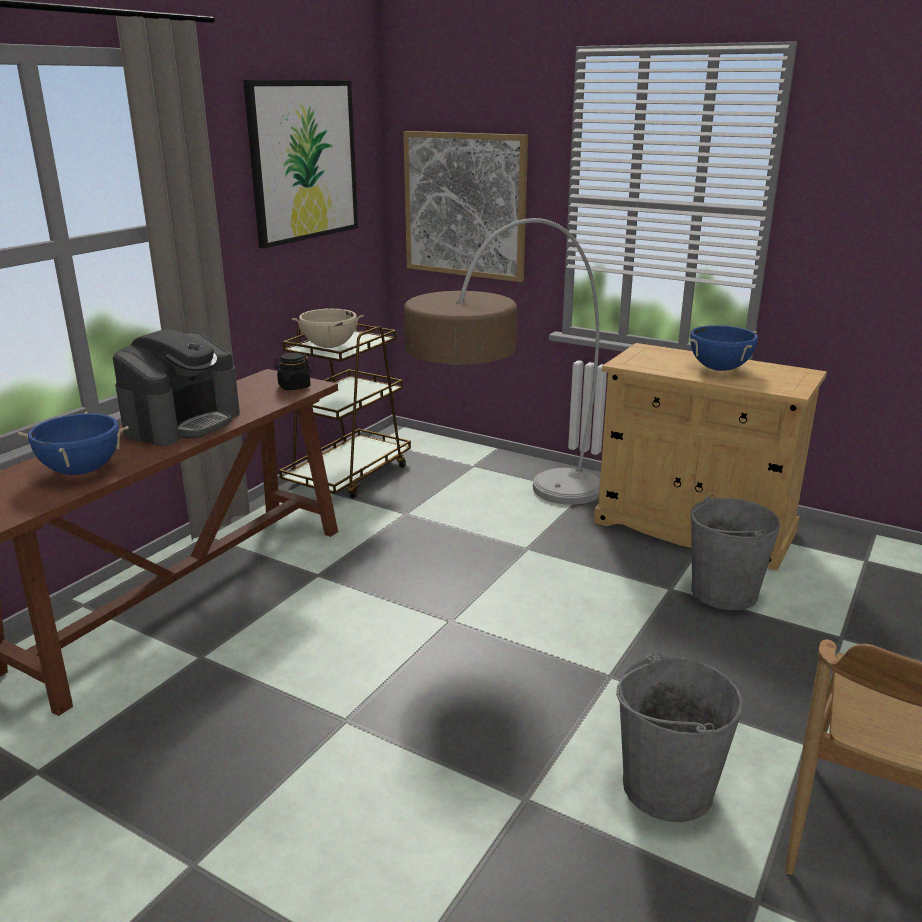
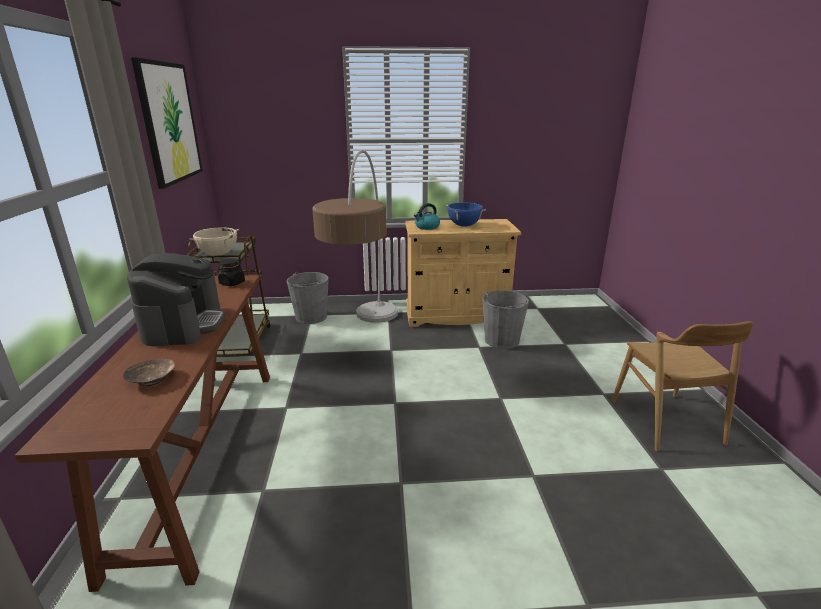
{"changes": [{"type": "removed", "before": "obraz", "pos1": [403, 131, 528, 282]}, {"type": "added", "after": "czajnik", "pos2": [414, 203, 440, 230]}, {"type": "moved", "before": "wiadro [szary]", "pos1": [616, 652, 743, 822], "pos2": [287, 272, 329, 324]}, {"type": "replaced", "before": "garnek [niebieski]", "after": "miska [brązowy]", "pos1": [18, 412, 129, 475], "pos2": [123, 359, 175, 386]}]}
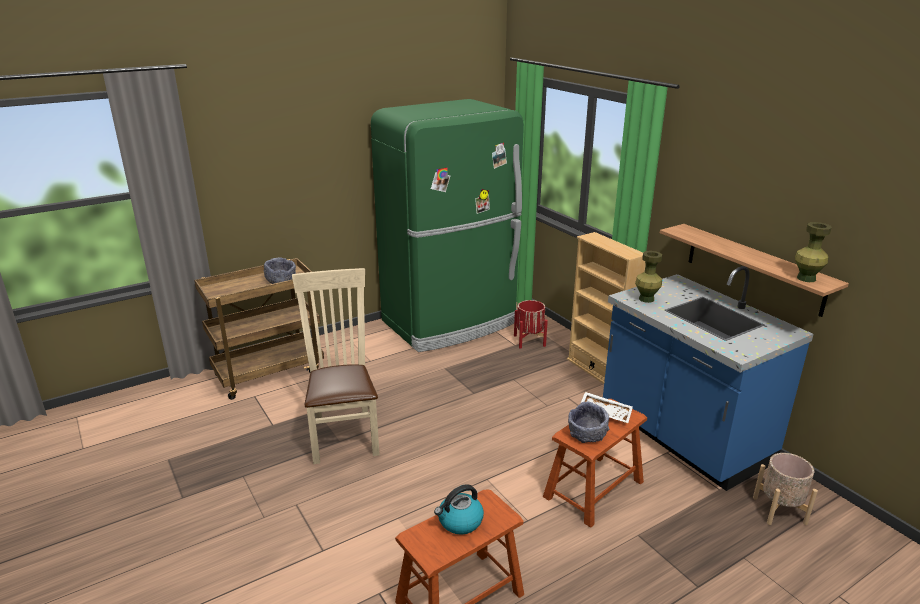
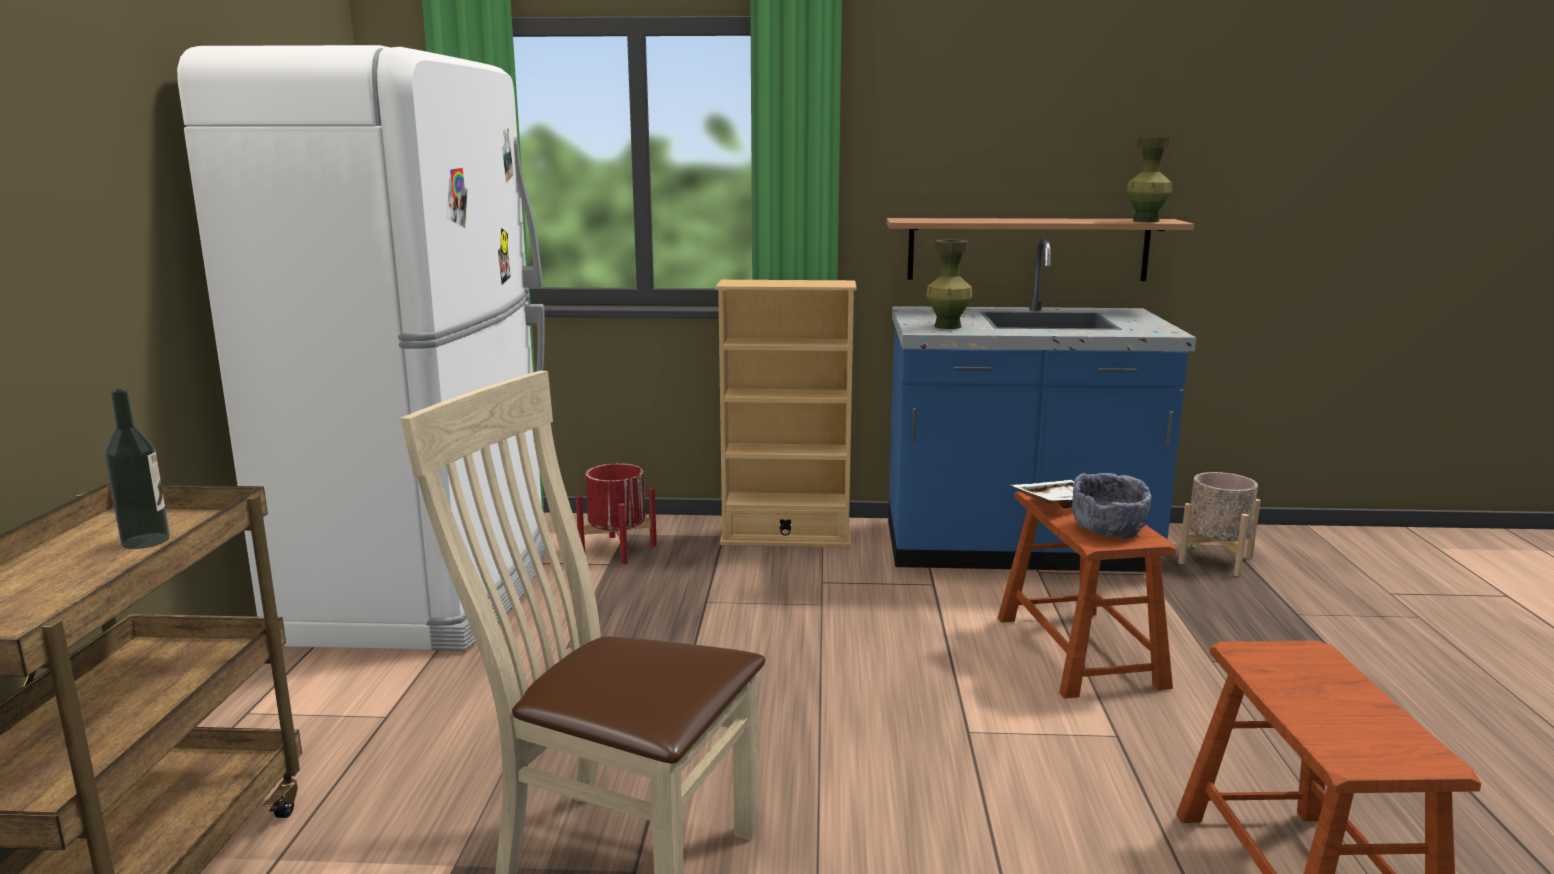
{"changes": [{"type": "removed", "before": "czajnik", "pos1": [434, 484, 484, 535]}, {"type": "replaced", "before": "miska [szary]", "after": "butelka", "pos1": [264, 257, 296, 284], "pos2": [105, 389, 170, 549]}, {"type": "recoloured", "before": "lodówka [zielony]", "after": "lodówka [biały]", "pos1": [371, 99, 524, 352], "pos2": [177, 45, 546, 651]}]}
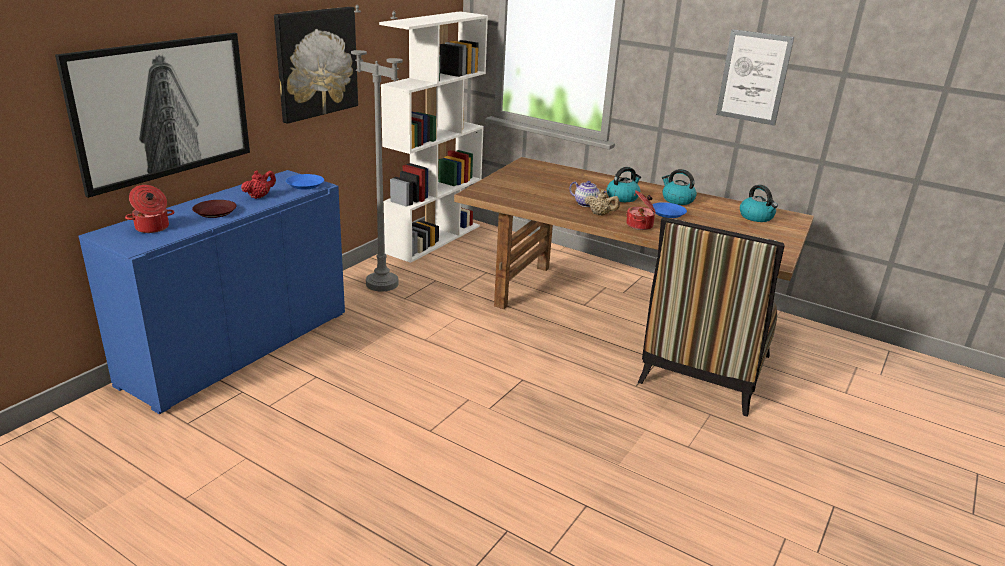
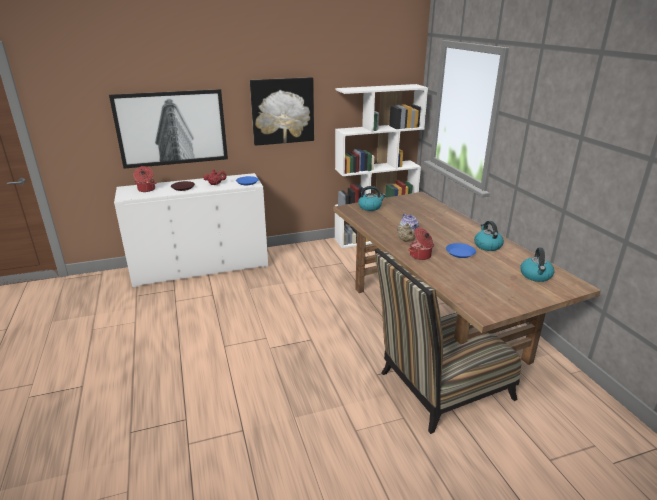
{"changes": [{"type": "removed", "before": "lampa stojąca [szary]", "pos1": [351, 4, 403, 291]}, {"type": "removed", "before": "obraz", "pos1": [716, 29, 794, 126]}, {"type": "moved", "before": "czajnik", "pos1": [607, 167, 641, 202], "pos2": [358, 186, 386, 211]}, {"type": "recoloured", "before": "szafka [niebieski]", "after": "szafka [biały]", "pos1": [78, 170, 345, 414], "pos2": [114, 173, 268, 287]}]}
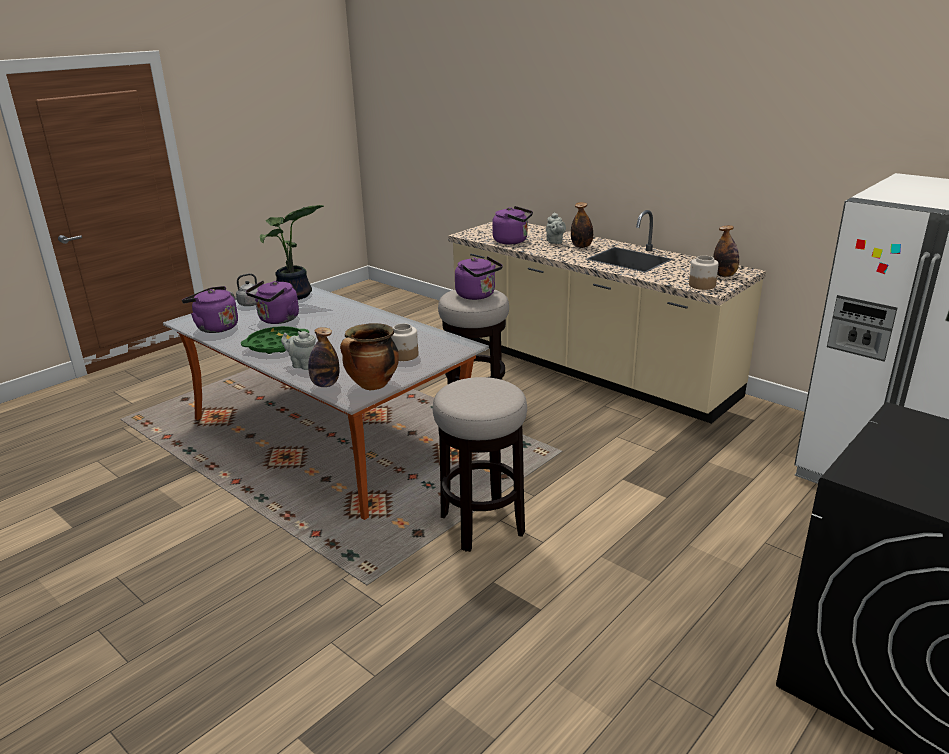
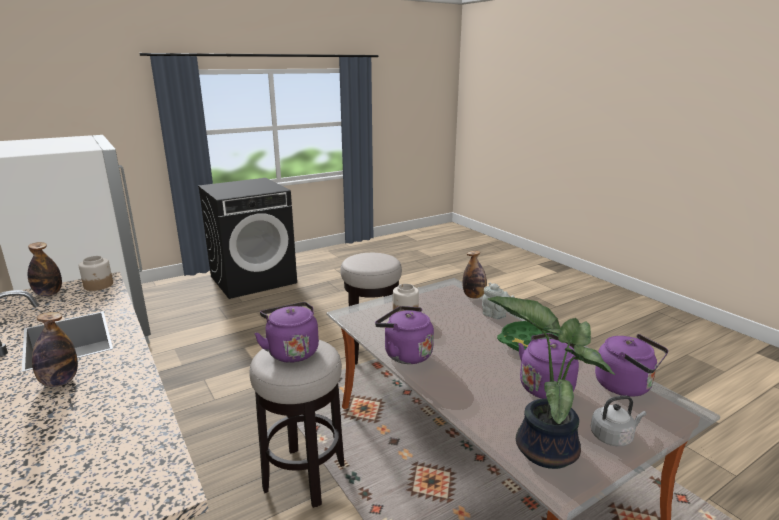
{"changes": [{"type": "removed", "before": "garnek", "pos1": [340, 323, 399, 390]}, {"type": "removed", "before": "imbryk [szary]", "pos1": [546, 212, 566, 244]}, {"type": "moved", "before": "czajnik [fioletowy]", "pos1": [492, 206, 533, 244], "pos2": [375, 306, 434, 364]}]}
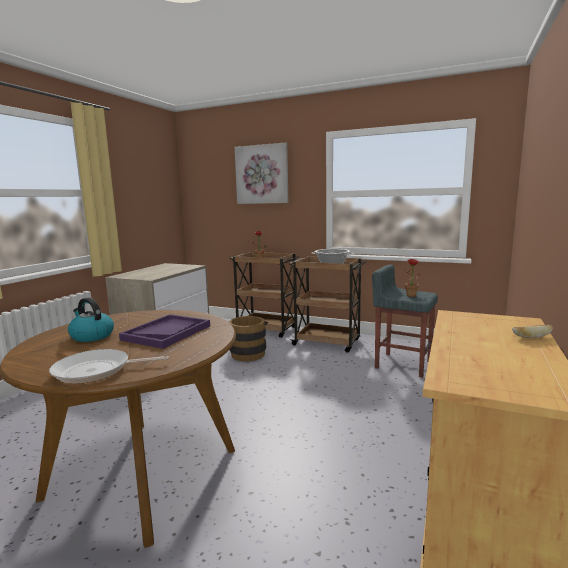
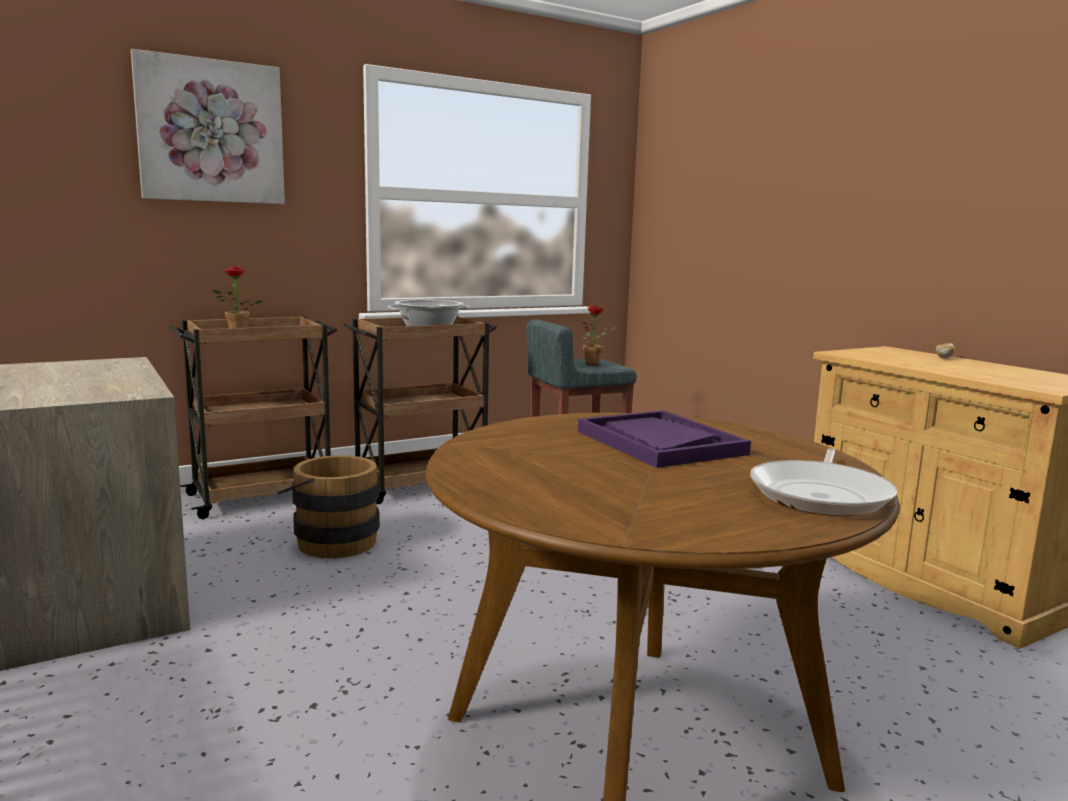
{"changes": [{"type": "removed", "before": "czajnik", "pos1": [68, 298, 114, 342]}]}
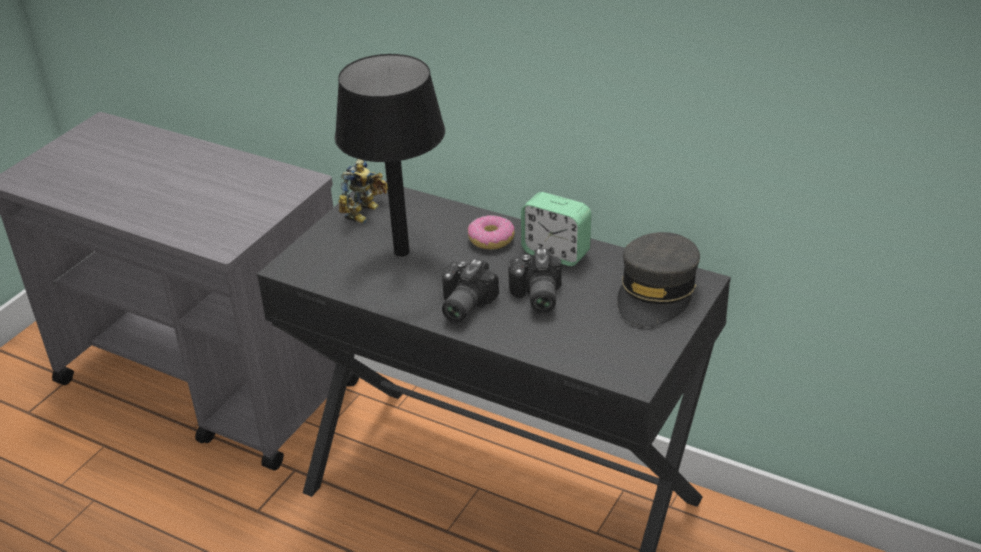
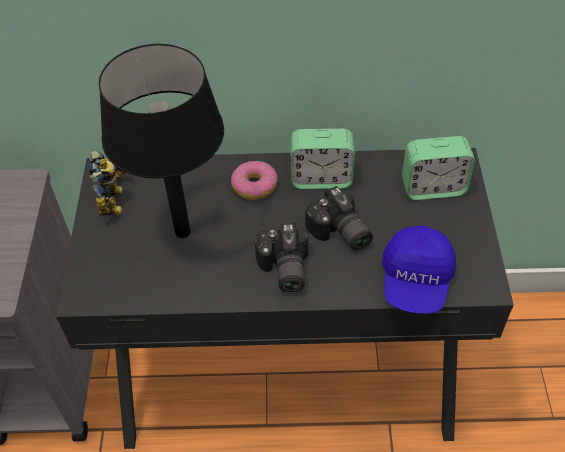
{"changes": [{"type": "added", "after": "czapka z daszkiem [niebieski]", "pos2": [382, 226, 456, 314]}, {"type": "replaced", "before": "czapka z daszkiem [szary]", "after": "budzik", "pos1": [617, 232, 700, 327], "pos2": [402, 136, 475, 200]}]}
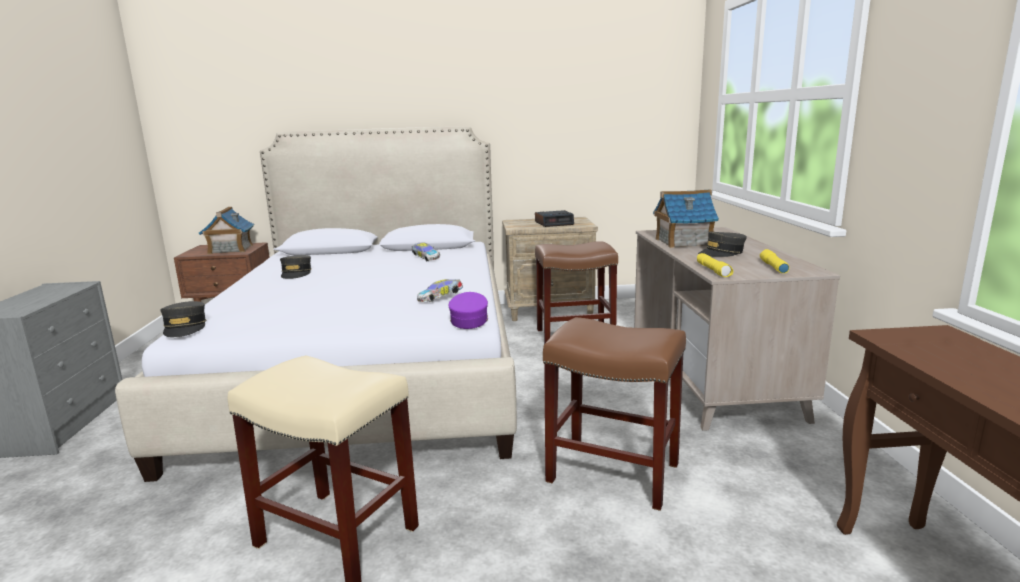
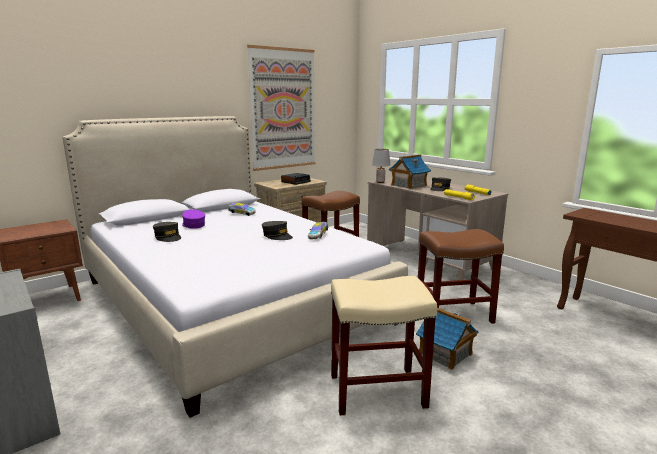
{"changes": [{"type": "added", "after": "obraz", "pos2": [247, 45, 315, 171]}, {"type": "added", "after": "lampa stołowa [szary]", "pos2": [372, 149, 390, 183]}, {"type": "moved", "before": "czapka z daszkiem [szary]", "pos1": [161, 301, 207, 337], "pos2": [262, 221, 293, 240]}, {"type": "moved", "before": "domek", "pos1": [199, 207, 254, 254], "pos2": [416, 308, 479, 370]}, {"type": "moved", "before": "czapka z daszkiem [fioletowy]", "pos1": [449, 292, 488, 329], "pos2": [182, 209, 205, 229]}]}
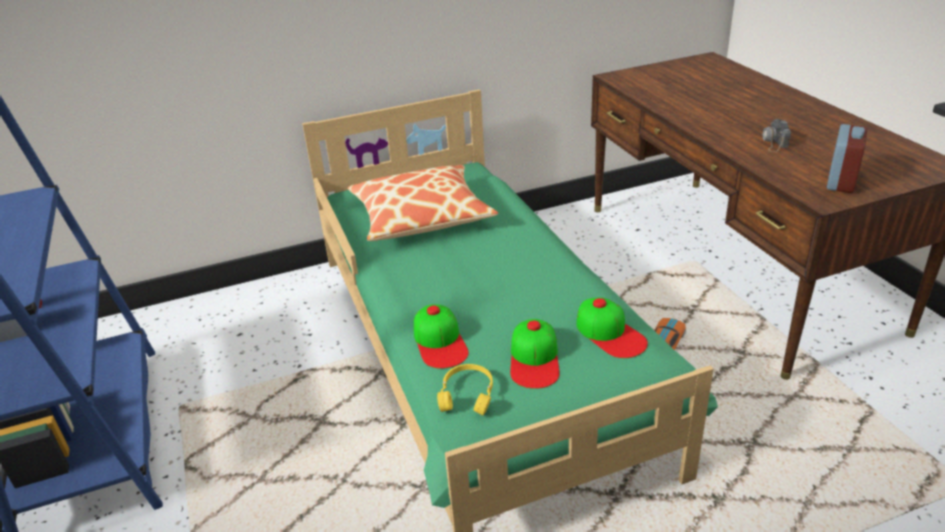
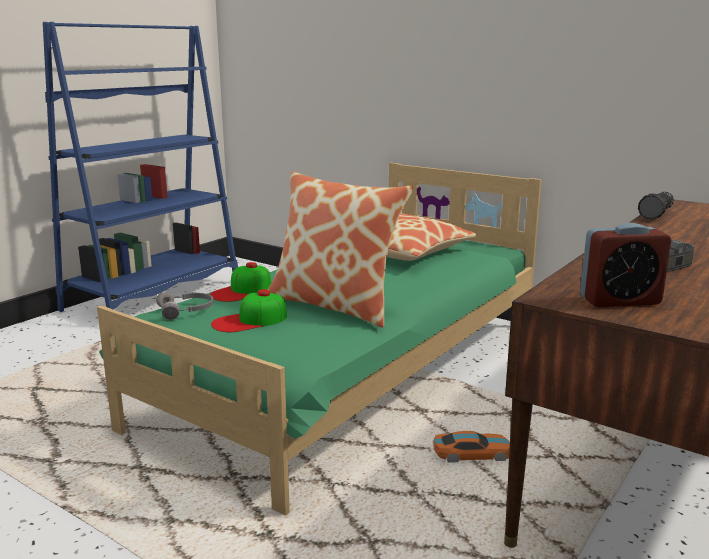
{"changes": [{"type": "removed", "before": "czapka z daszkiem", "pos1": [576, 298, 648, 358]}, {"type": "added", "after": "poduszka", "pos2": [268, 171, 413, 328]}, {"type": "added", "after": "latarka", "pos2": [638, 192, 674, 220]}, {"type": "recoloured", "before": "słuchawki [żółty]", "after": "słuchawki [szary]", "pos1": [437, 364, 493, 415], "pos2": [156, 292, 214, 320]}]}
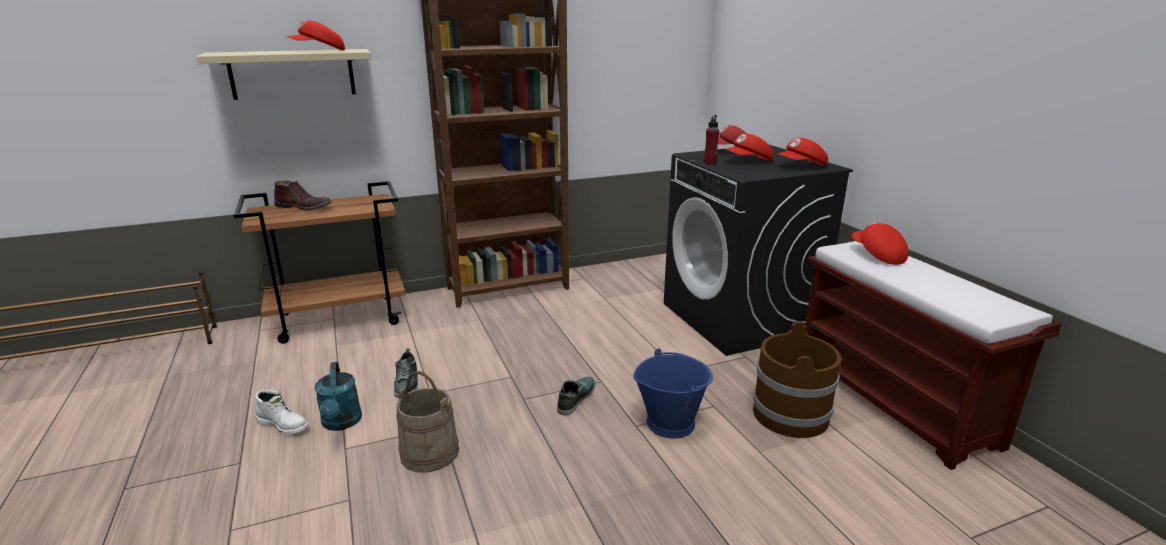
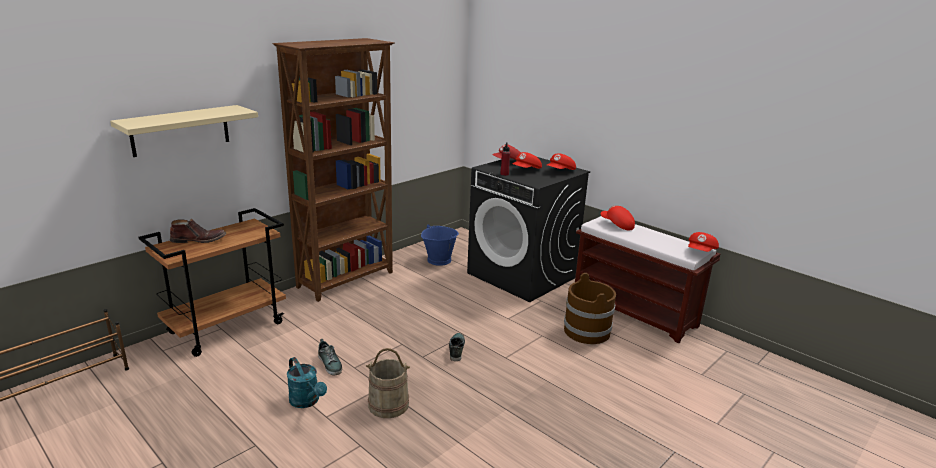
{"changes": [{"type": "removed", "before": "but z cholewką [biały]", "pos1": [255, 390, 308, 434]}, {"type": "moved", "before": "czapka z daszkiem [czerwony]", "pos1": [287, 20, 345, 50], "pos2": [688, 232, 719, 252]}, {"type": "moved", "before": "wiadro [niebieski]", "pos1": [633, 349, 713, 438], "pos2": [421, 224, 459, 266]}]}
